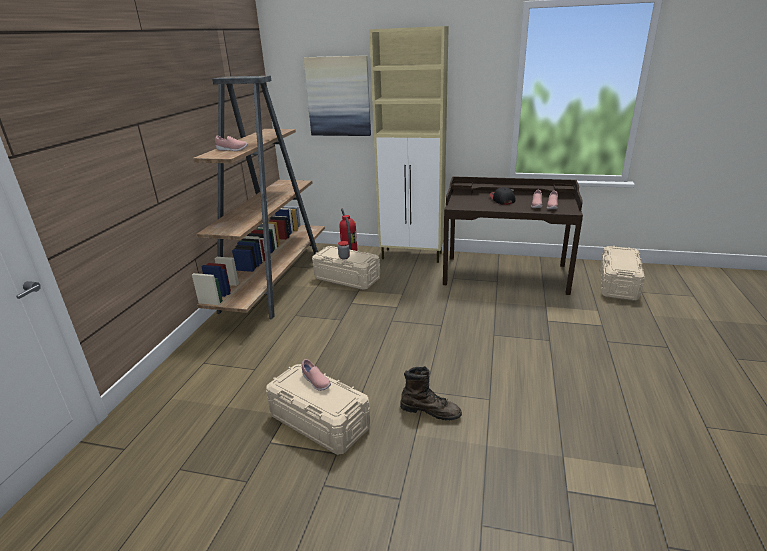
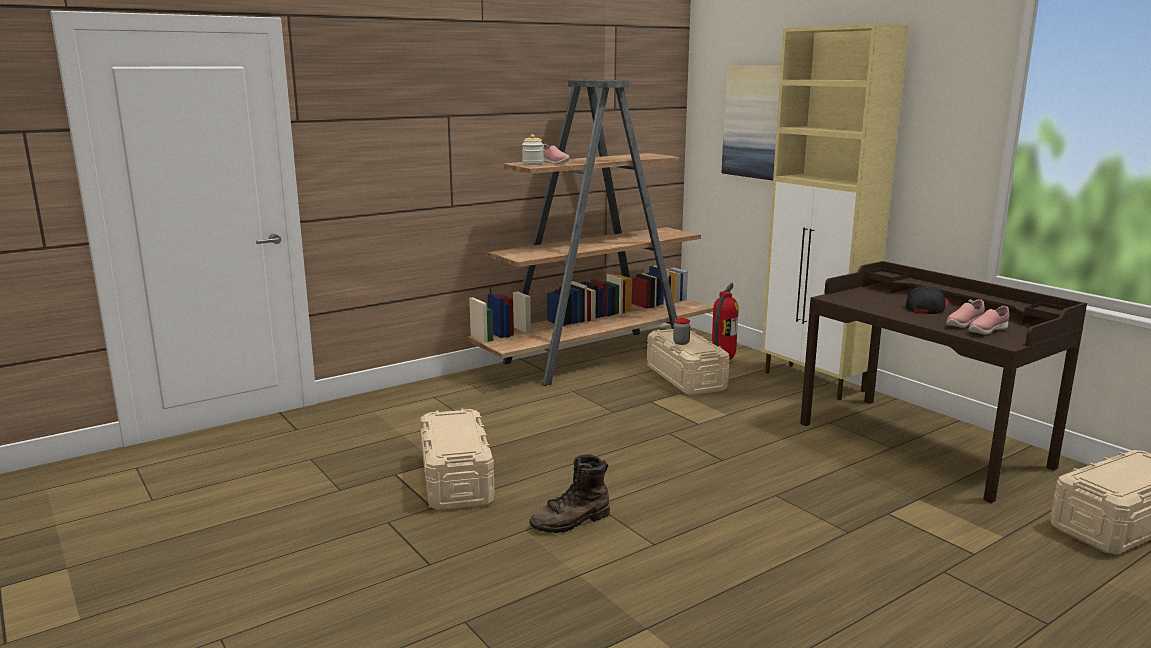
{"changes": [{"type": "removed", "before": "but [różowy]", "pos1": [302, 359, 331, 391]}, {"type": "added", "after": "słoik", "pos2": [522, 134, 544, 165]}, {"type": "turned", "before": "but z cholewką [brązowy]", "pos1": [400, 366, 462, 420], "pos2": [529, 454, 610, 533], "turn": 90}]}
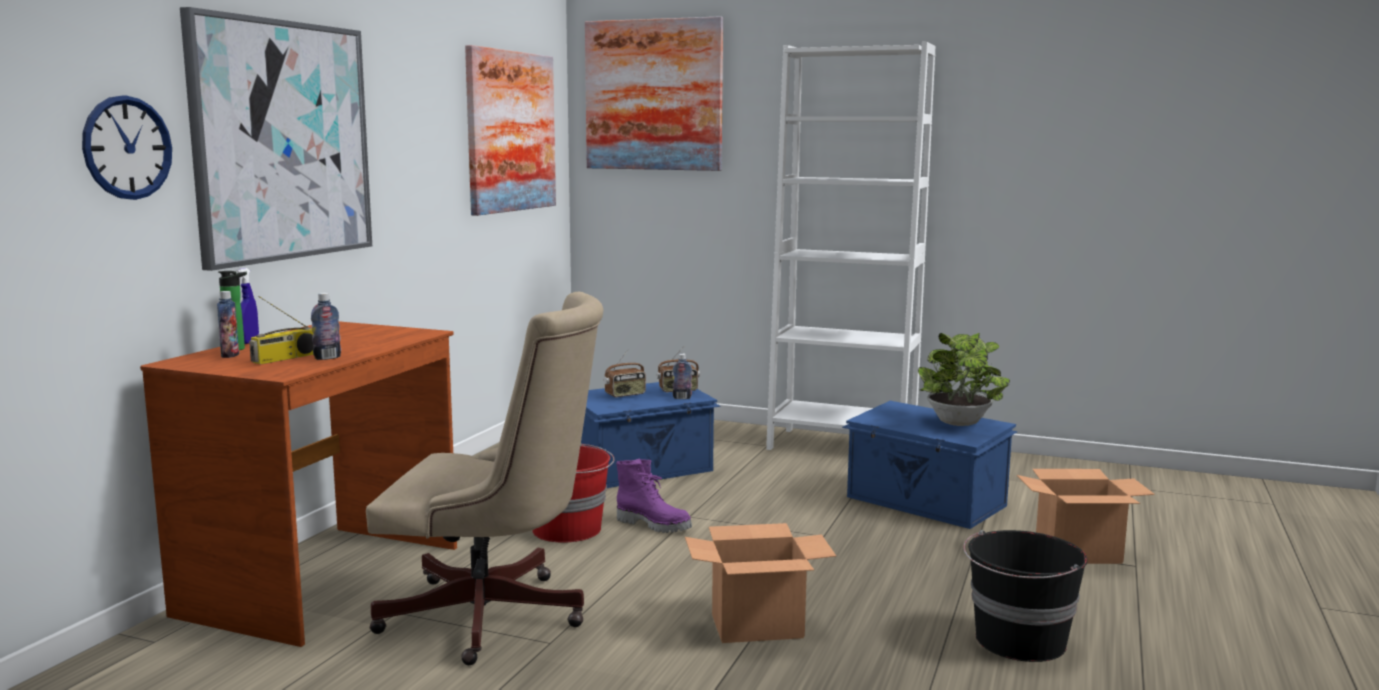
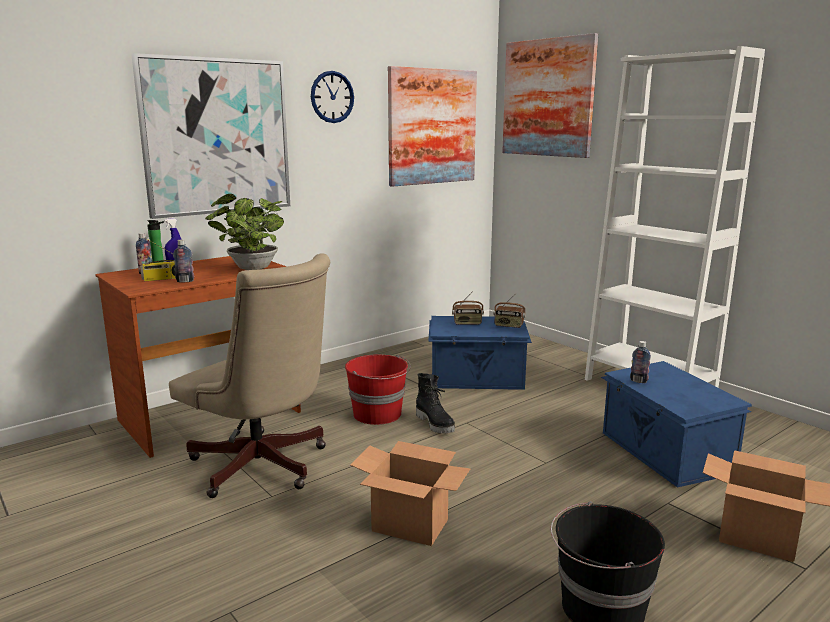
{"changes": [{"type": "moved", "before": "zegar ścienny", "pos1": [82, 95, 172, 200], "pos2": [311, 71, 354, 123]}, {"type": "moved", "before": "butelka", "pos1": [672, 354, 692, 399], "pos2": [630, 341, 651, 383]}, {"type": "moved", "before": "roślina doniczkowa", "pos1": [918, 333, 1010, 426], "pos2": [205, 194, 284, 270]}, {"type": "recoloured", "before": "but z cholewką [fioletowy]", "after": "but z cholewką [czarny]", "pos1": [616, 459, 692, 533], "pos2": [416, 373, 455, 434]}]}
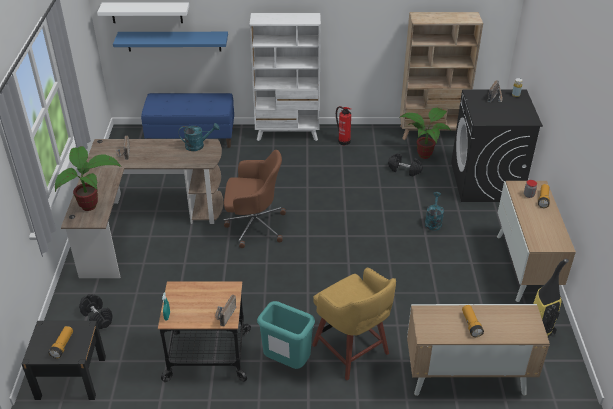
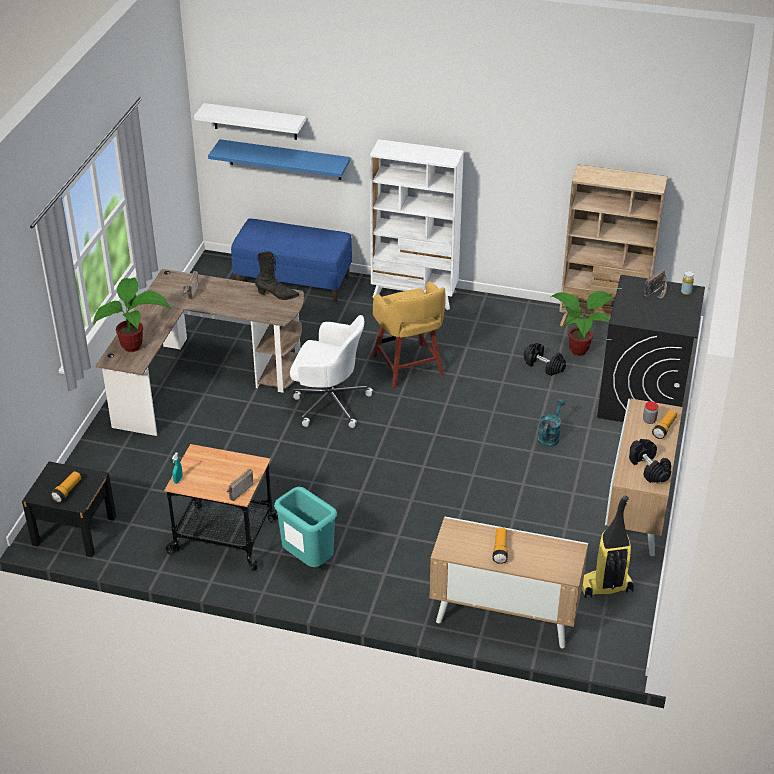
{"changes": [{"type": "removed", "before": "gaśnica", "pos1": [336, 106, 351, 145]}, {"type": "moved", "before": "hantel [czarny]", "pos1": [79, 294, 113, 329], "pos2": [629, 439, 671, 483]}, {"type": "moved", "before": "stołek [żółty]", "pos1": [312, 268, 396, 380], "pos2": [373, 281, 446, 388]}, {"type": "replaced", "before": "konewka [turkusowy]", "after": "but z cholewką [czarny]", "pos1": [179, 123, 220, 151], "pos2": [255, 251, 299, 300]}, {"type": "recoloured", "before": "krzesło biurowe [brązowy]", "after": "krzesło biurowe [biały]", "pos1": [223, 150, 286, 248], "pos2": [290, 315, 373, 428]}]}
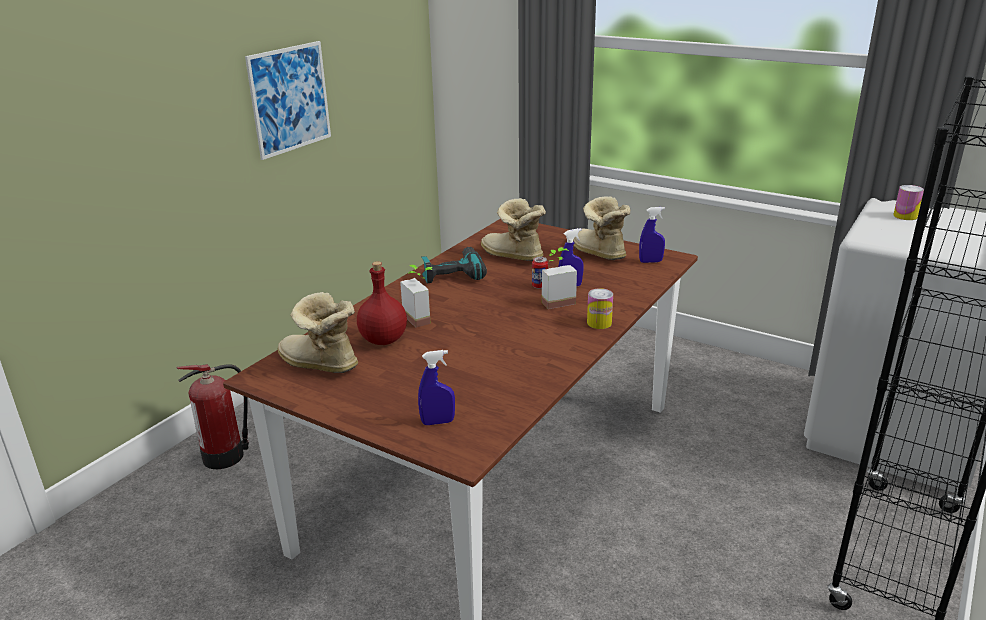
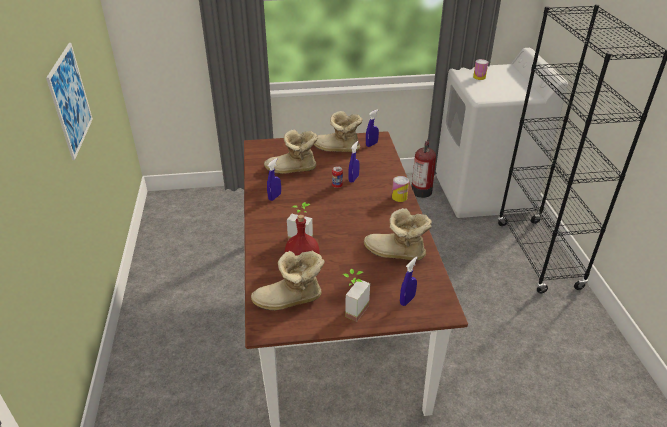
{"changes": [{"type": "added", "after": "but z cholewką", "pos2": [364, 208, 432, 260]}, {"type": "moved", "before": "gaśnica", "pos1": [177, 364, 249, 469], "pos2": [411, 139, 436, 198]}, {"type": "moved", "before": "roślina doniczkowa", "pos1": [542, 247, 577, 309], "pos2": [343, 268, 370, 322]}, {"type": "replaced", "before": "wiertarka", "after": "spryskiwacz [niebieski]", "pos1": [421, 247, 487, 284], "pos2": [267, 158, 281, 201]}]}
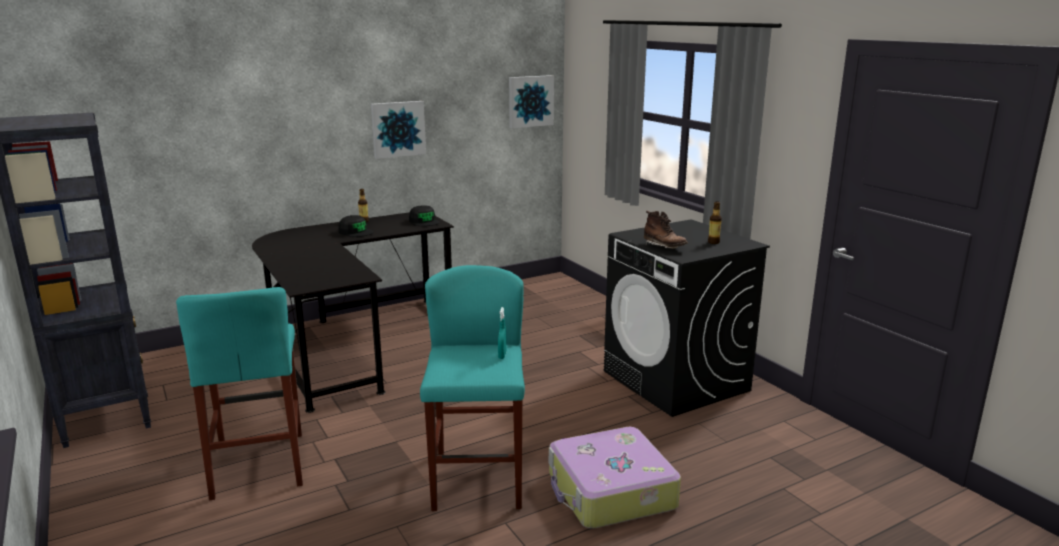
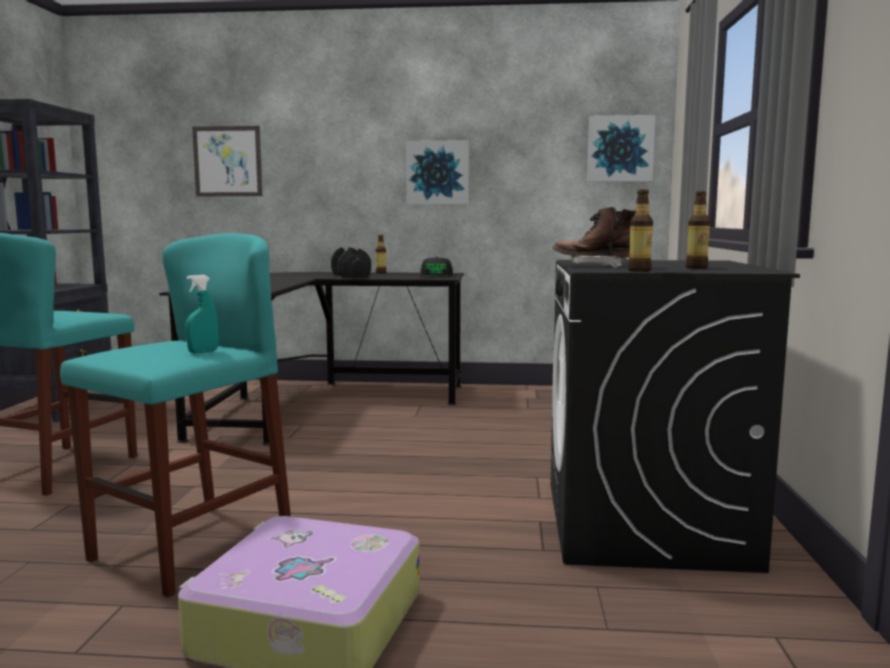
{"changes": [{"type": "added", "after": "obraz", "pos2": [192, 126, 262, 196]}, {"type": "added", "after": "butelka", "pos2": [628, 189, 653, 272]}, {"type": "replaced", "before": "czapka z daszkiem [czarny]", "after": "hantel [czarny]", "pos1": [338, 215, 374, 237], "pos2": [331, 247, 371, 278]}, {"type": "turned", "before": "but z cholewką [brązowy]", "pos1": [644, 211, 688, 249], "pos2": [552, 207, 636, 268], "turn": 120}]}
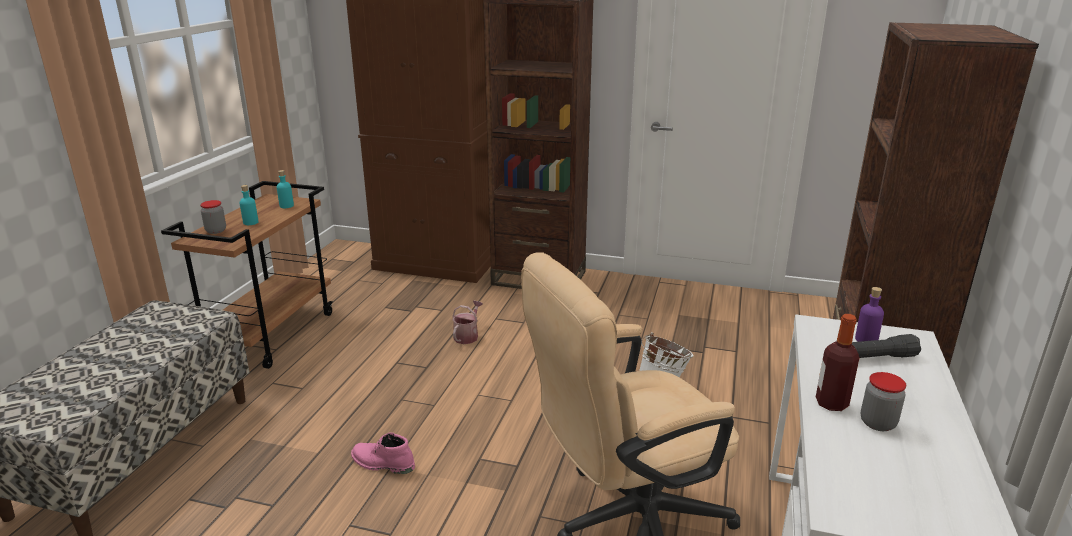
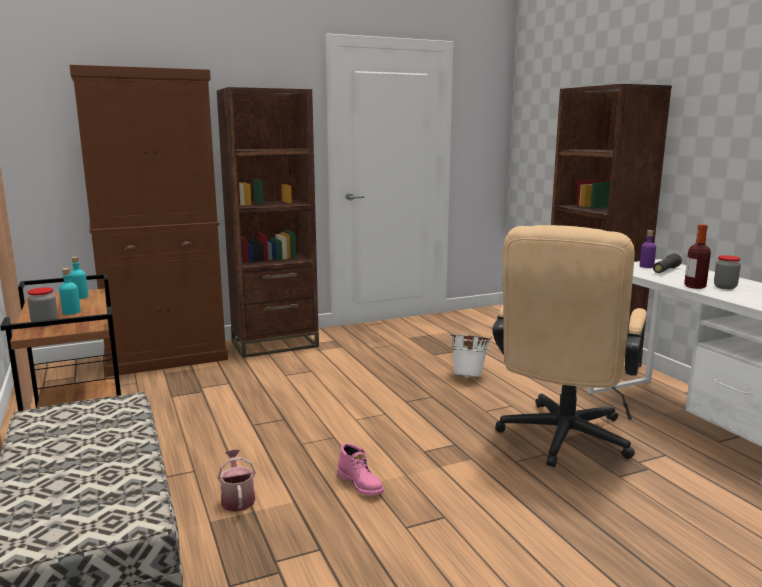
{"changes": [{"type": "moved", "before": "konewka", "pos1": [452, 301, 483, 344], "pos2": [218, 449, 256, 512]}, {"type": "turned", "before": "but z cholewką [różowy]", "pos1": [351, 432, 415, 474], "pos2": [337, 443, 384, 495], "turn": -105}]}
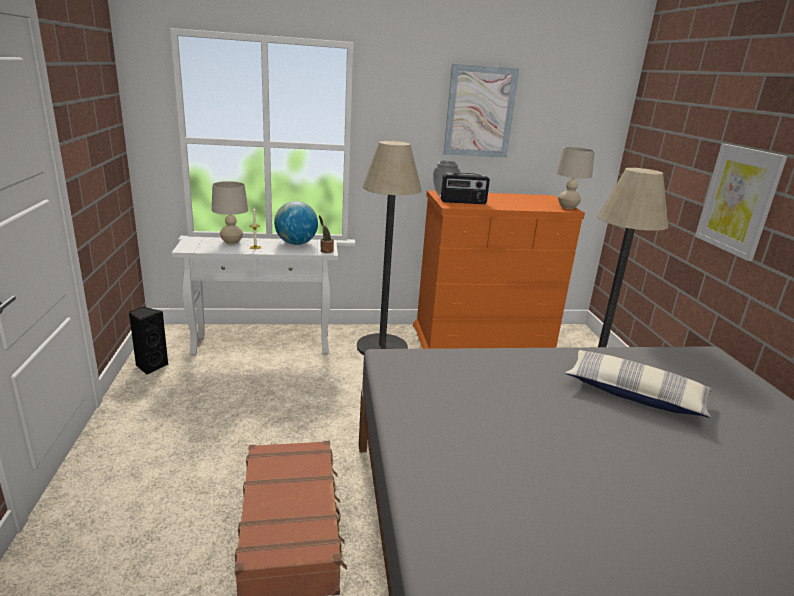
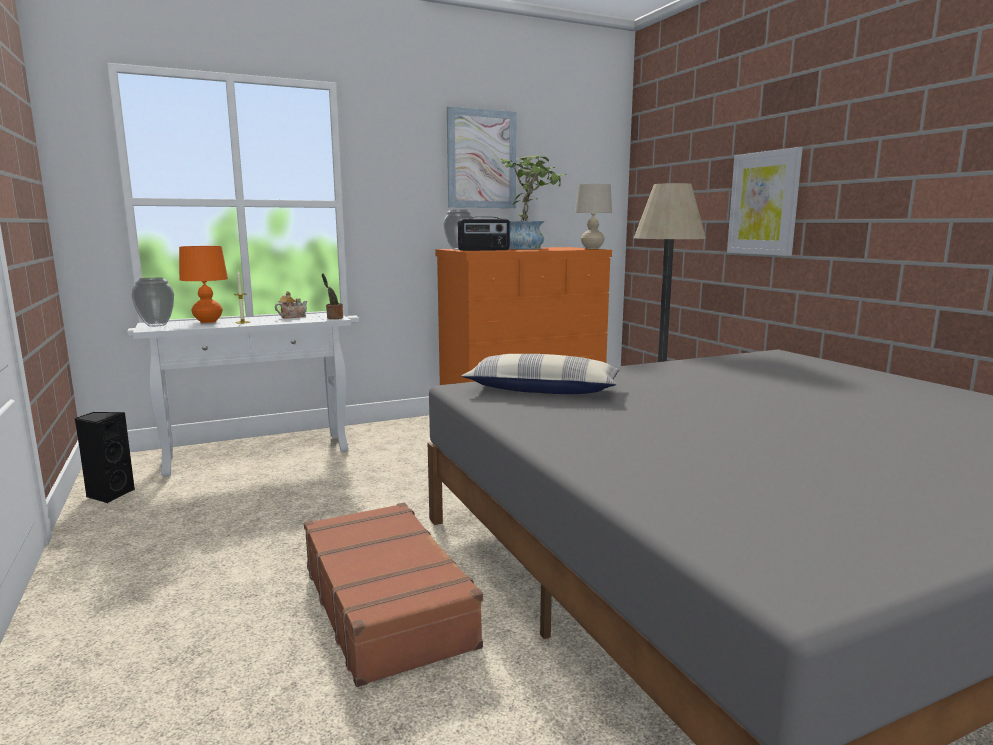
{"changes": [{"type": "removed", "before": "lampa stojąca", "pos1": [357, 141, 422, 355]}, {"type": "added", "after": "wazon", "pos2": [132, 277, 174, 327]}, {"type": "added", "after": "roślina doniczkowa", "pos2": [499, 154, 566, 249]}, {"type": "moved", "before": "poduszka", "pos1": [565, 350, 711, 418], "pos2": [462, 354, 619, 394]}, {"type": "replaced", "before": "globus", "after": "imbryk", "pos1": [274, 201, 318, 245], "pos2": [275, 291, 308, 319]}, {"type": "recoloured", "before": "lampa stołowa [beżowy]", "after": "lampa stołowa [pomarańczowy]", "pos1": [212, 181, 248, 244], "pos2": [179, 246, 228, 323]}]}
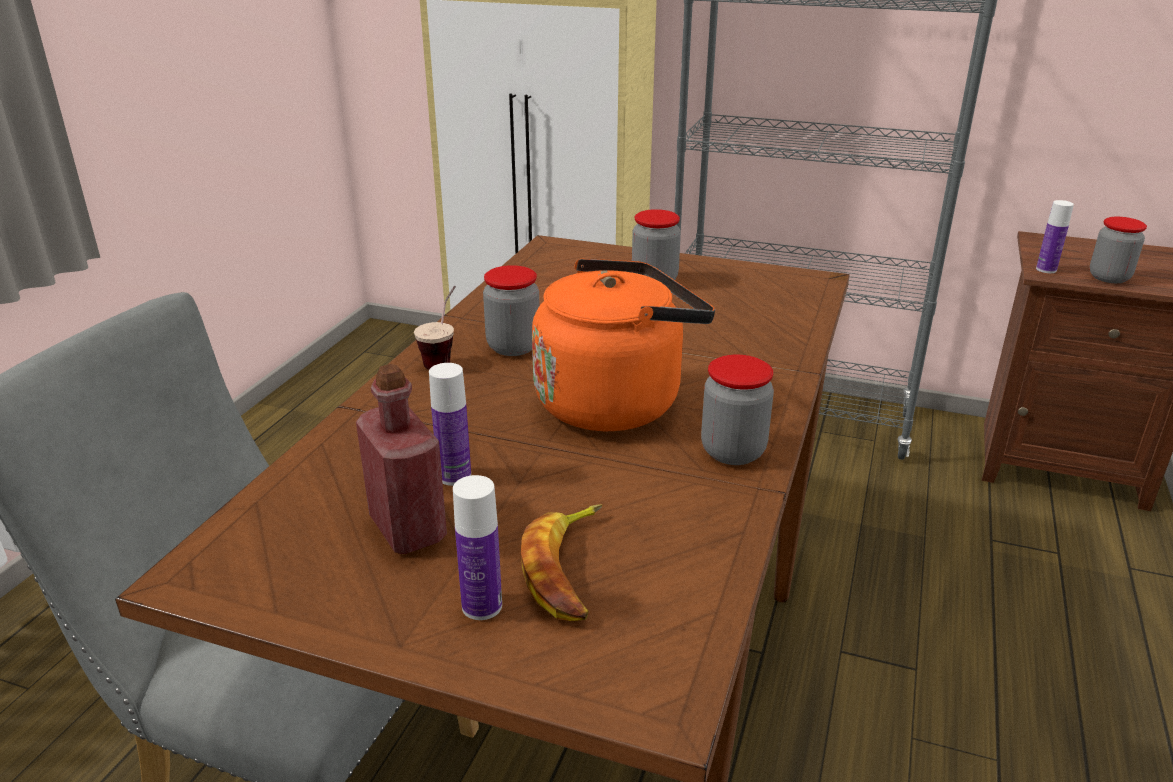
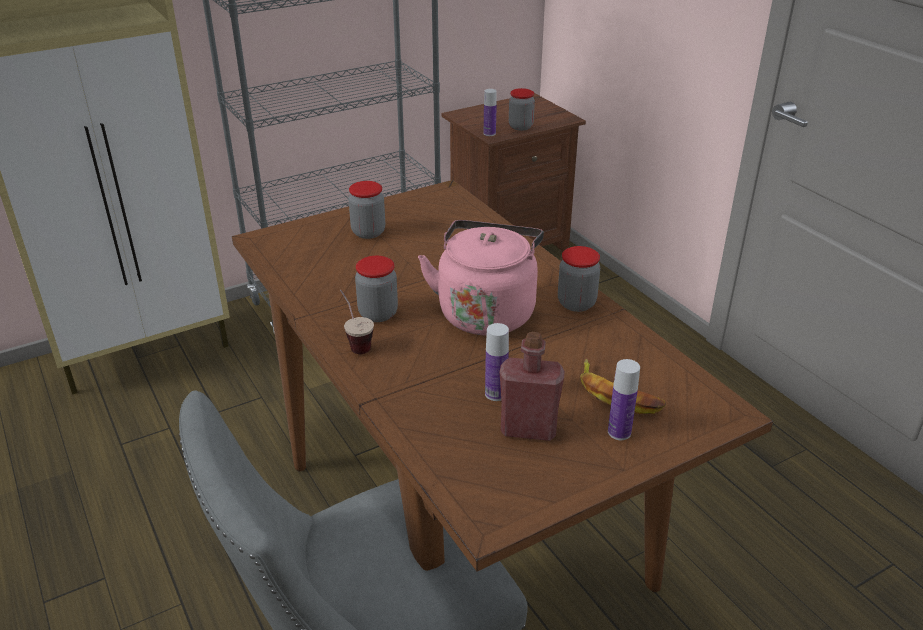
{"changes": [{"type": "recoloured", "before": "czajnik [pomarańczowy]", "after": "czajnik [różowy]", "pos1": [532, 258, 715, 431], "pos2": [418, 220, 544, 336]}]}
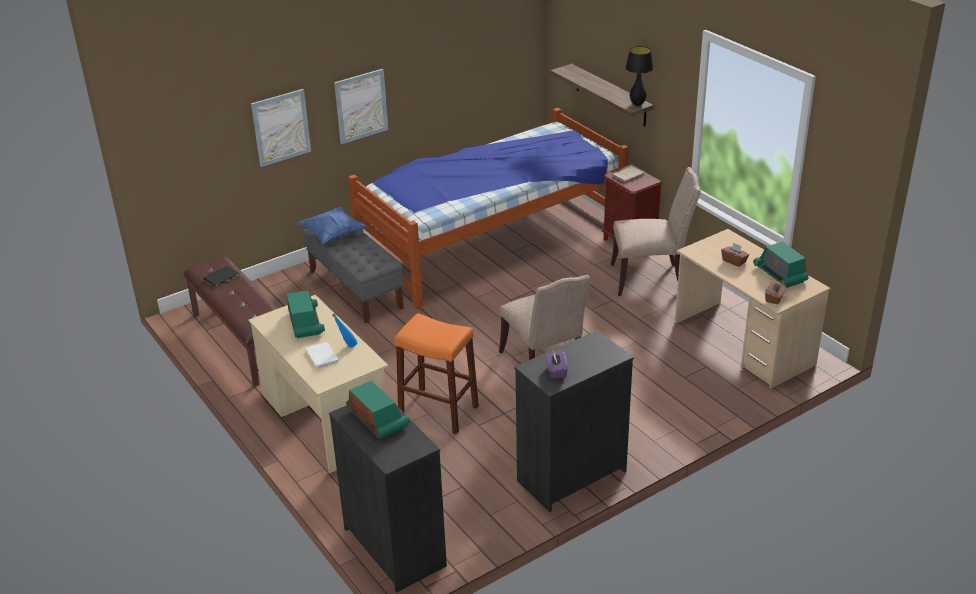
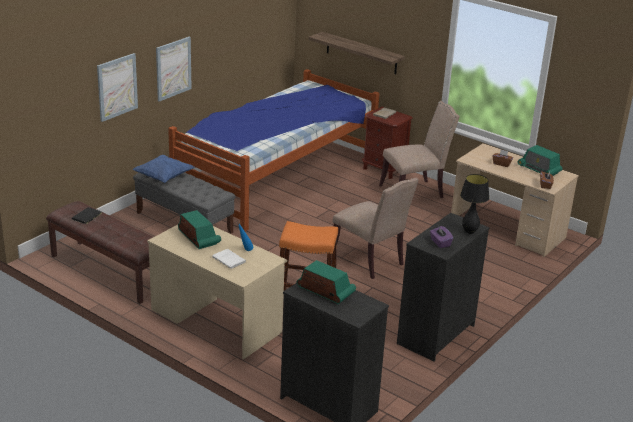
{"changes": [{"type": "moved", "before": "lampa stołowa [czarny]", "pos1": [625, 46, 654, 106], "pos2": [460, 174, 489, 234]}]}
